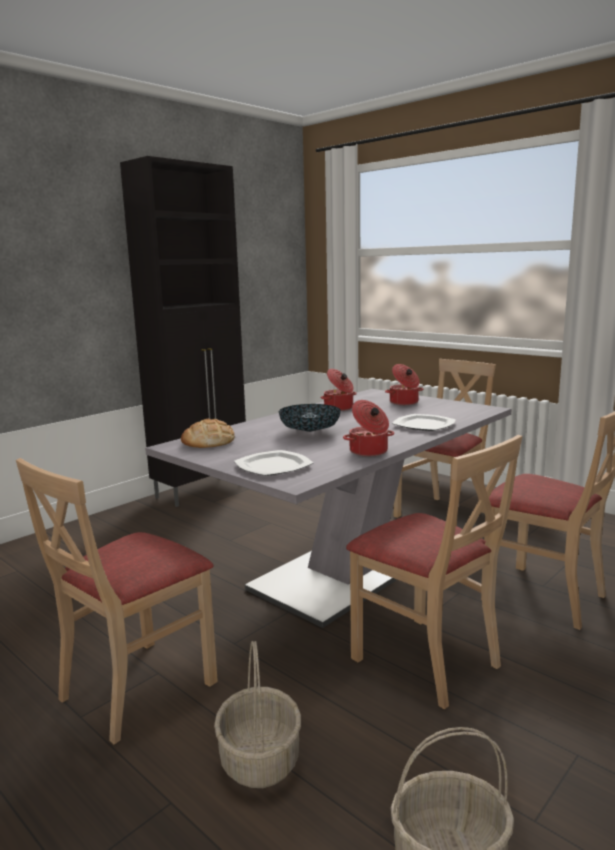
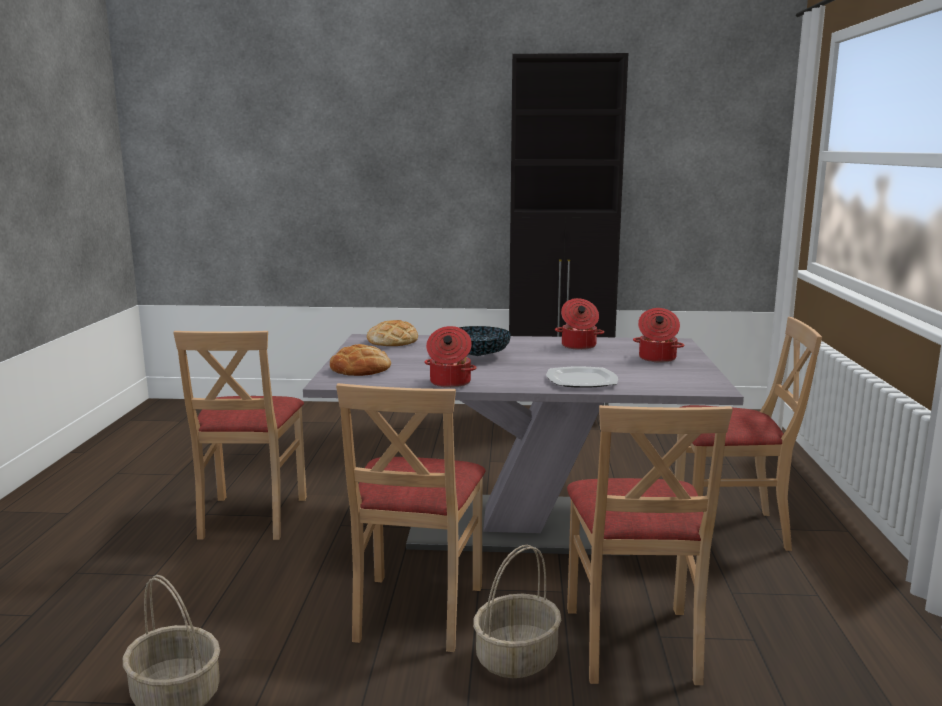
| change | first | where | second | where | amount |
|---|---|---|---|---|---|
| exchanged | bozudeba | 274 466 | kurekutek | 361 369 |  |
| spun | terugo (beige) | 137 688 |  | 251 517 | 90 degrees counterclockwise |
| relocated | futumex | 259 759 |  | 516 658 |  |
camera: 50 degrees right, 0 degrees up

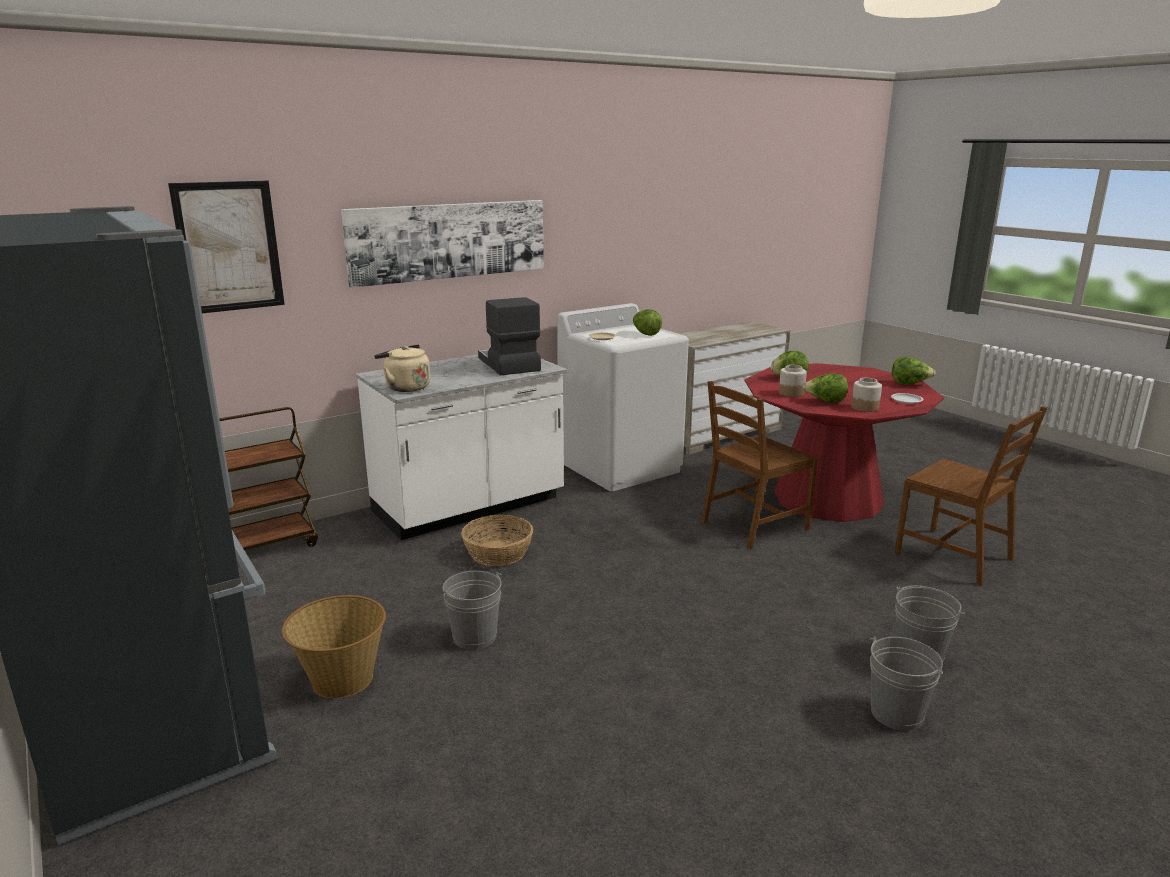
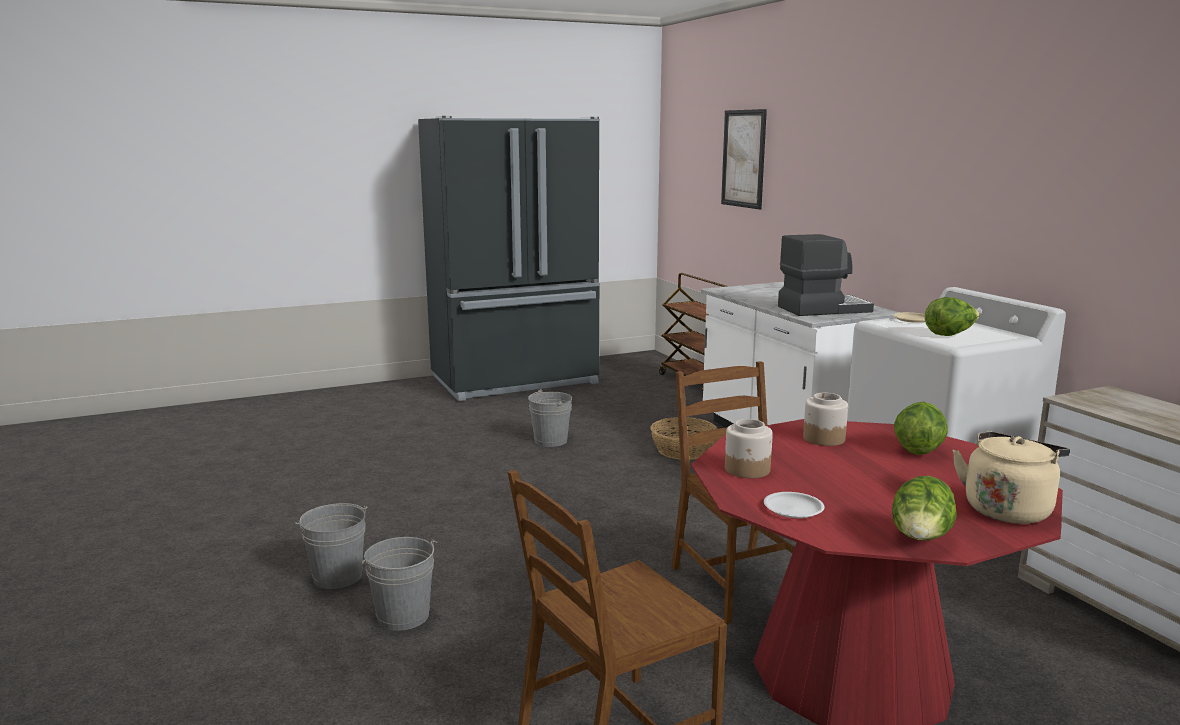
| change | first | where | second | where | amount |
|---|---|---|---|---|---|
| missing | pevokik | 449 241 |  |  |  |
| relocated | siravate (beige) | 405 387 |  | 1007 509 |  |
| missing | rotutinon | 825 401 |  |  |  |
| missing | futumex | 341 680 |  |  |  |
camera: 100 degrees right, 5 degrees down

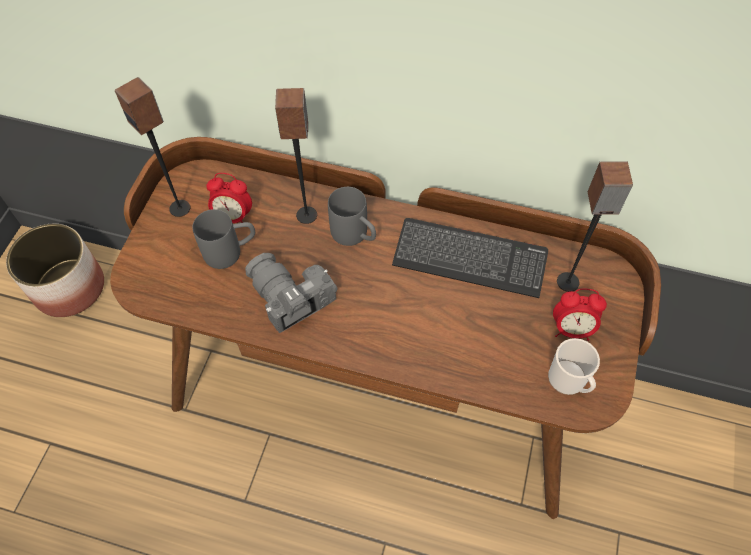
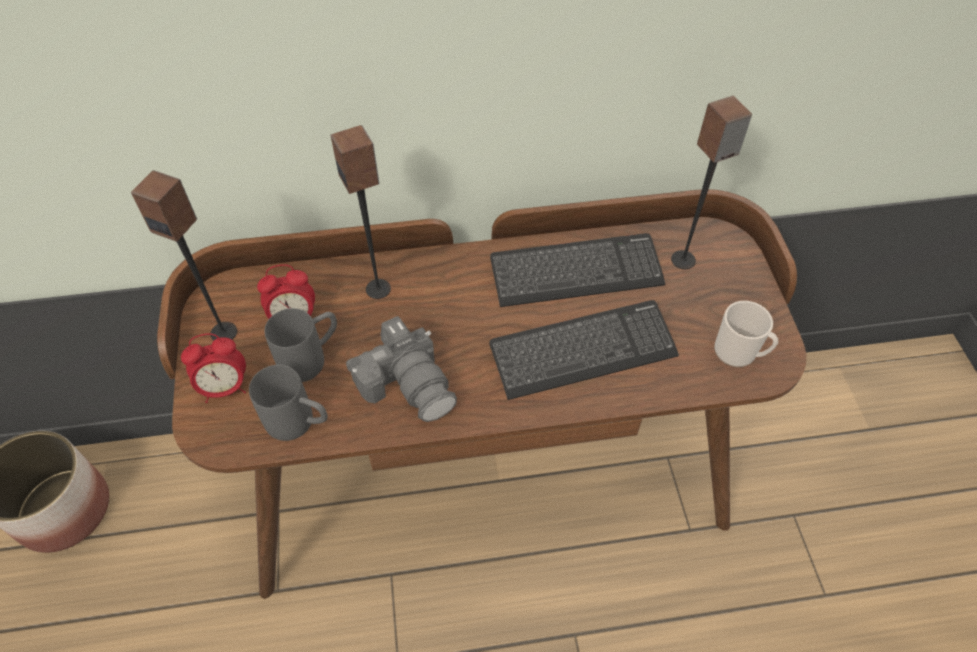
| change | first | where | second | where | amount |
|---|---|---|---|---|---|
| relocated | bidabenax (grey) | 355 236 |  | 299 423 |  |
| spun | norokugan | 290 300 |  | 408 383 | 150 degrees counterclockwise |
| relocated | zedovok | 571 329 |  | 225 388 |  |
| appeared |  |  | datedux | 583 351 |  |
camera: 25 degrees left, 5 degrees down

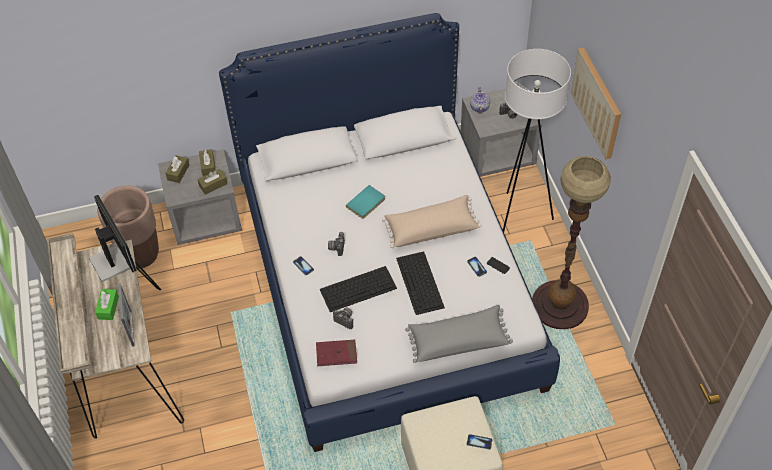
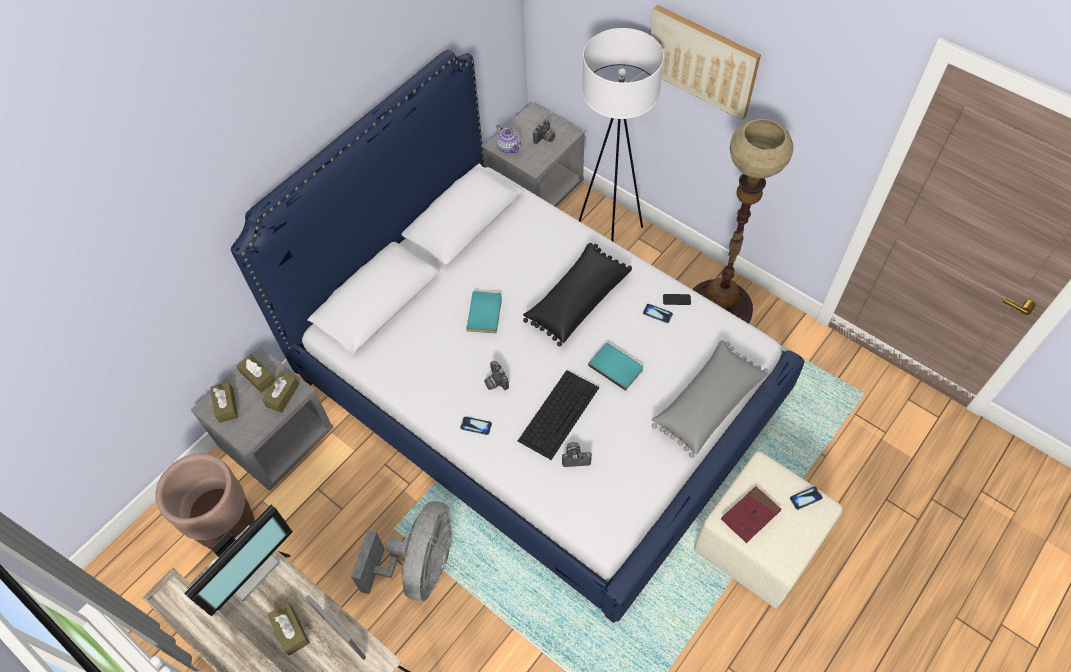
| change | first | where | second | where | amount |
|---|---|---|---|---|---|
| spun | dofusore | 112 261 |  | 247 568 | 105 degrees clockwise |
| colour | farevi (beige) | 431 228 | farevi (black) | 576 300 |  |
| exchanged | datedux | 420 283 | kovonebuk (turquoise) | 616 366 |  |
| colour | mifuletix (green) | 108 307 | mifuletix (brown) | 290 631 |  |
| relocated | kovonebuk (red) | 336 354 |  | 750 515 |  |
| appeared |  |  | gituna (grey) | 420 566 |  |
camera: 35 degrees left, 5 degrees up

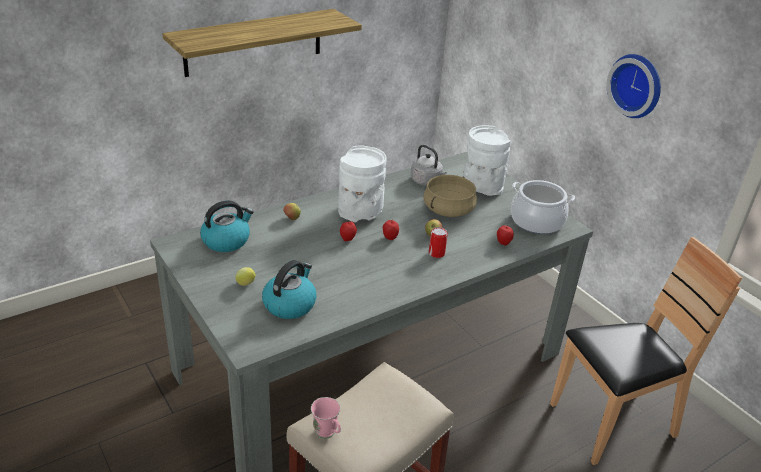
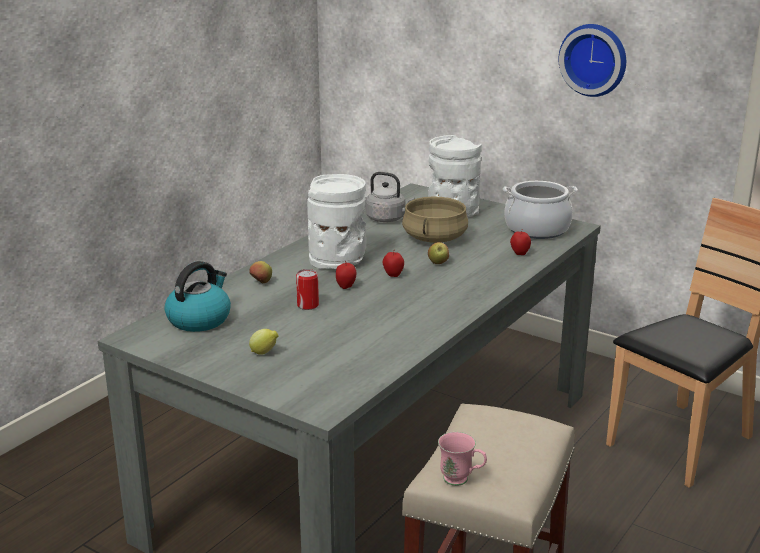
| change | first | where | second | where | amount |
|---|---|---|---|---|---|
| missing | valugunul | 254 42 |  |  |  |
| relocated | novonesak | 436 253 |  | 308 305 |  |
| missing | siravate | 290 304 |  |  |  |
camera: 20 degrees left, 10 degrees down

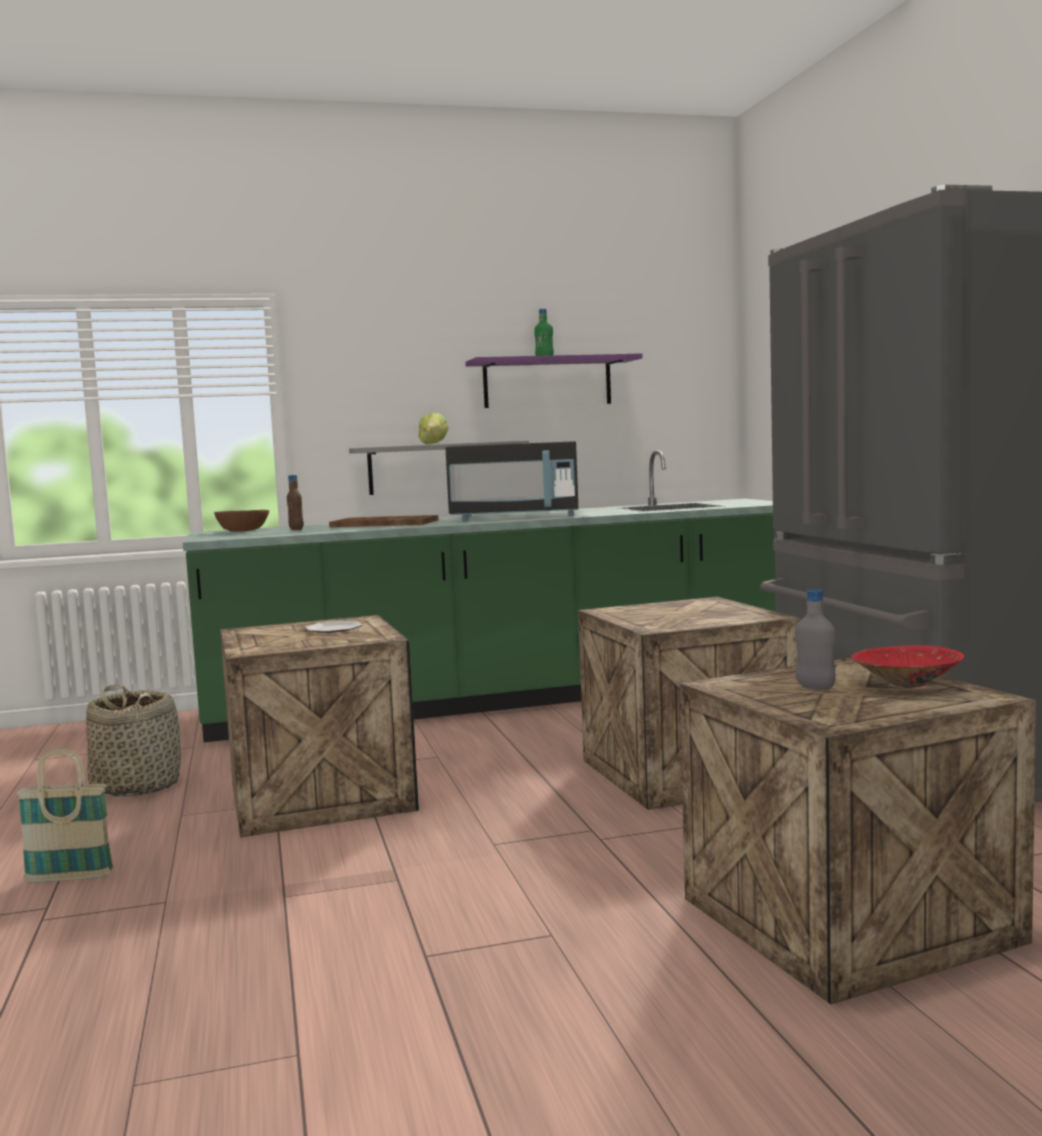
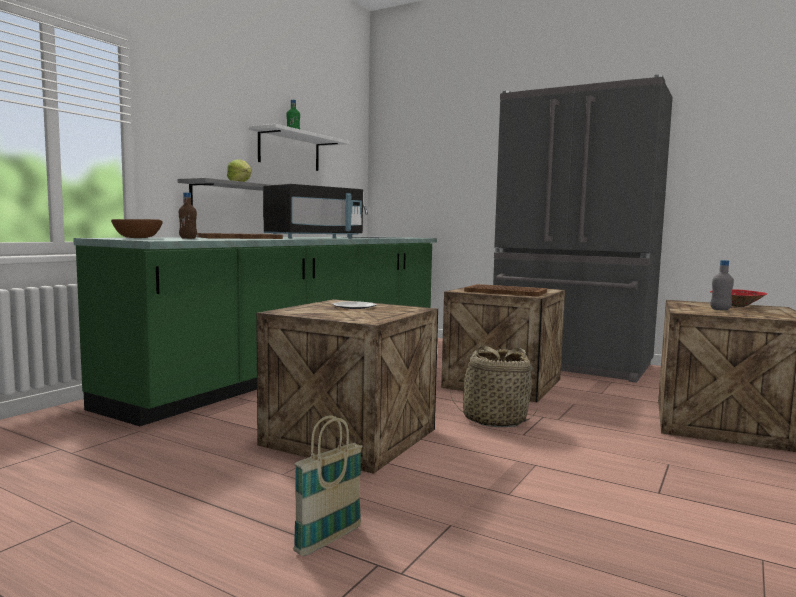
| change | first | where | second | where | amount |
|---|---|---|---|---|---|
| colour | valugunul (purple) | 547 382 | valugunul (white) | 289 151 |  |
| relocated | futumex | 137 786 |  | 494 420 |  |
| appeared |  |  | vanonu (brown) | 505 292 |  |
camera: 45 degrees left, 0 degrees up

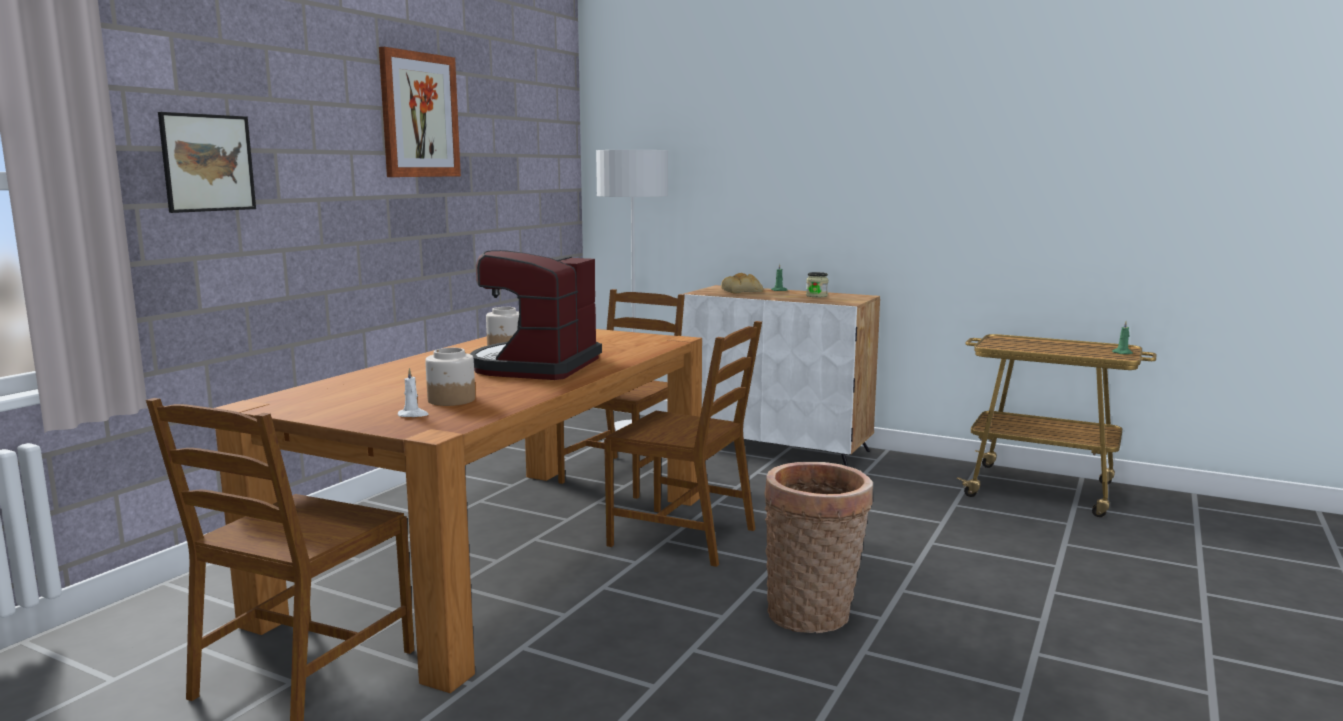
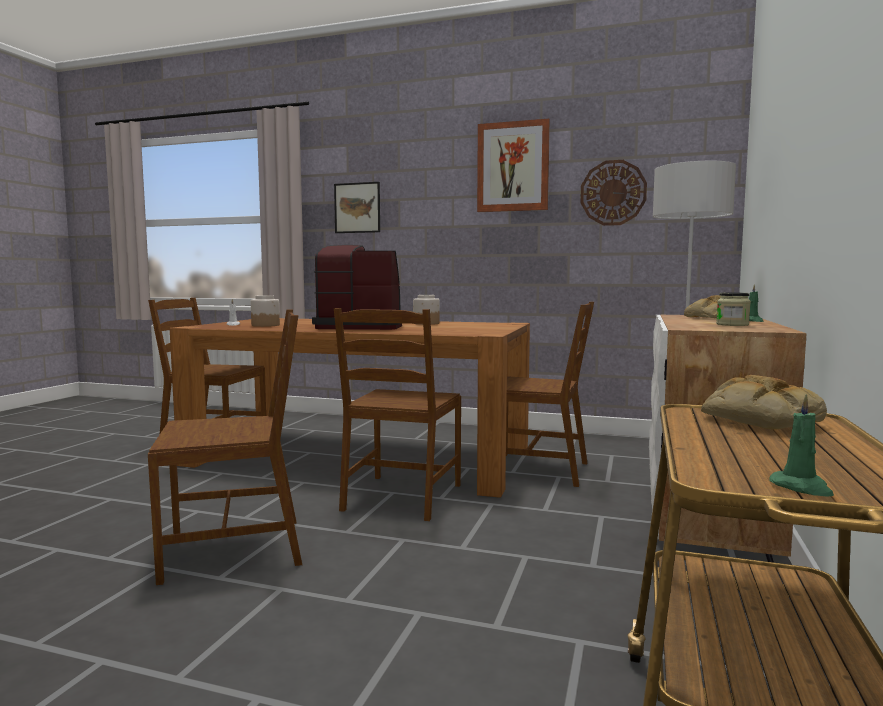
| change | first | where | second | where | amount |
|---|---|---|---|---|---|
| exchanged | futumex | 814 615 | terugo (brown) | 235 548 |  |
| appeared |  |  | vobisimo | 613 193 |  |
| appeared |  |  | kurekutek | 758 418 |  |
camera: 80 degrees right, 5 degrees down

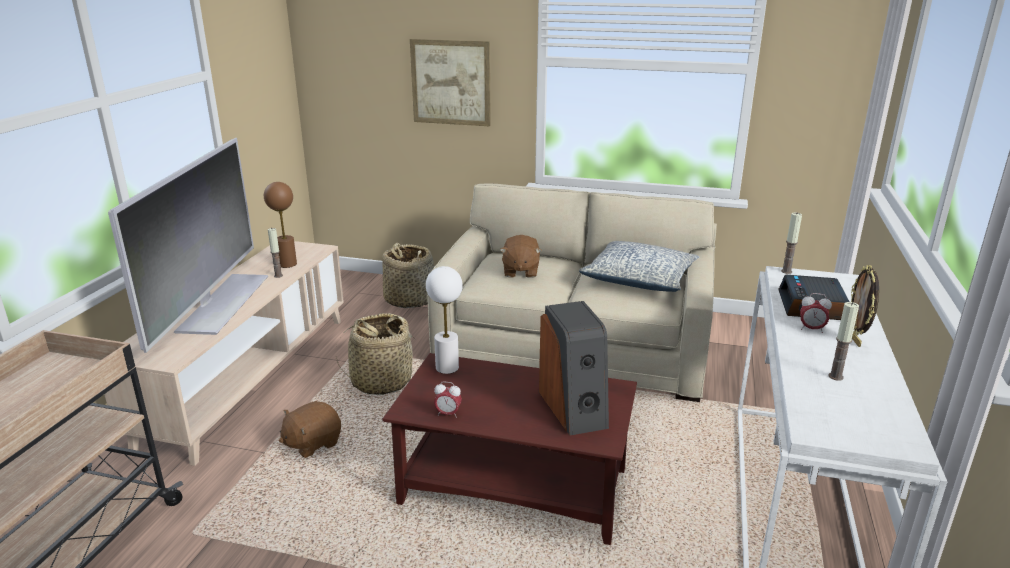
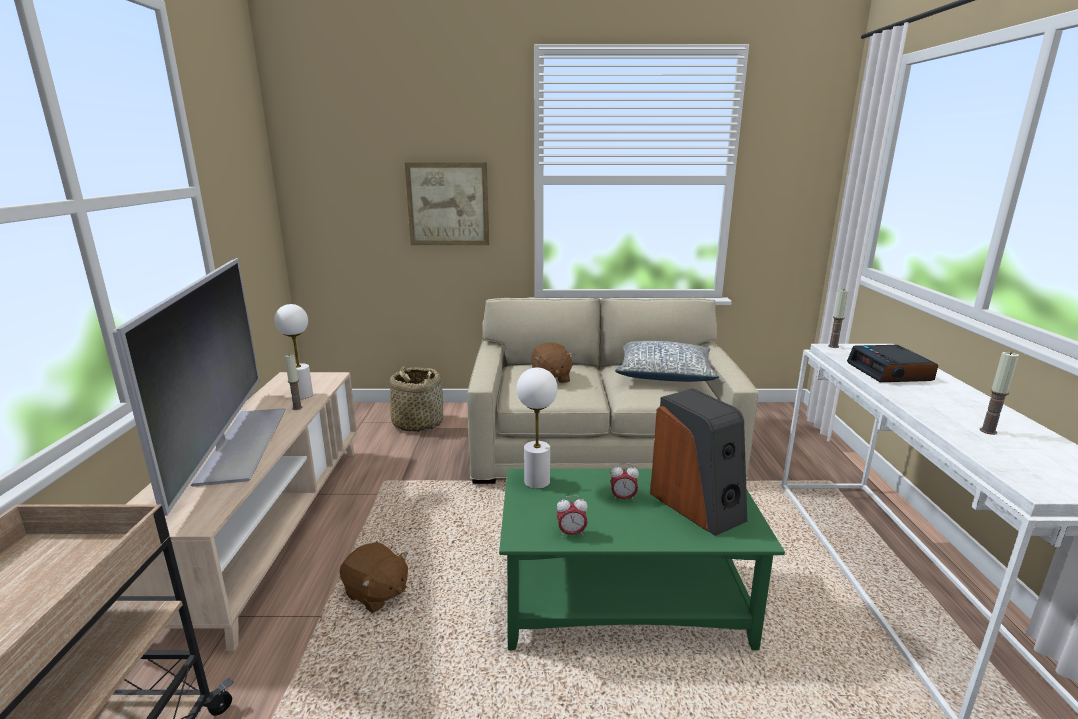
| change | first | where | second | where | amount |
|---|---|---|---|---|---|
| colour | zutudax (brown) | 287 264 | zutudax (white) | 302 395 |  |
| missing | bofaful | 855 340 |  |  |  |
| relocated | zedovok | 811 329 |  | 623 498 |  |
| missing | futumex | 381 381 |  |  |  |
| colour | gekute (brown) | 516 486 | gekute (green) | 626 602 |  |
| spun | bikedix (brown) | 312 443 |  | 376 594 | 90 degrees counterclockwise |
camera: 15 degrees left, 5 degrees down

